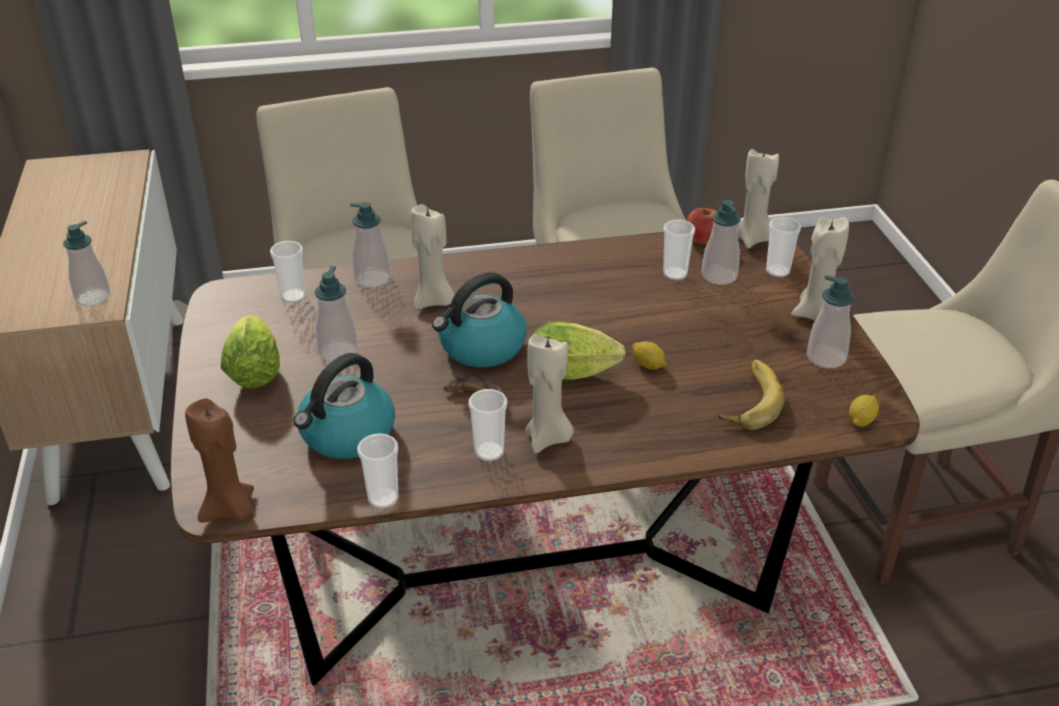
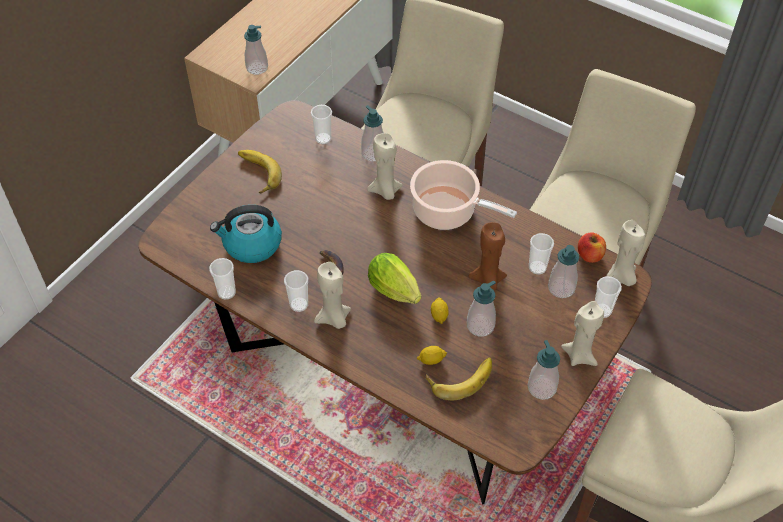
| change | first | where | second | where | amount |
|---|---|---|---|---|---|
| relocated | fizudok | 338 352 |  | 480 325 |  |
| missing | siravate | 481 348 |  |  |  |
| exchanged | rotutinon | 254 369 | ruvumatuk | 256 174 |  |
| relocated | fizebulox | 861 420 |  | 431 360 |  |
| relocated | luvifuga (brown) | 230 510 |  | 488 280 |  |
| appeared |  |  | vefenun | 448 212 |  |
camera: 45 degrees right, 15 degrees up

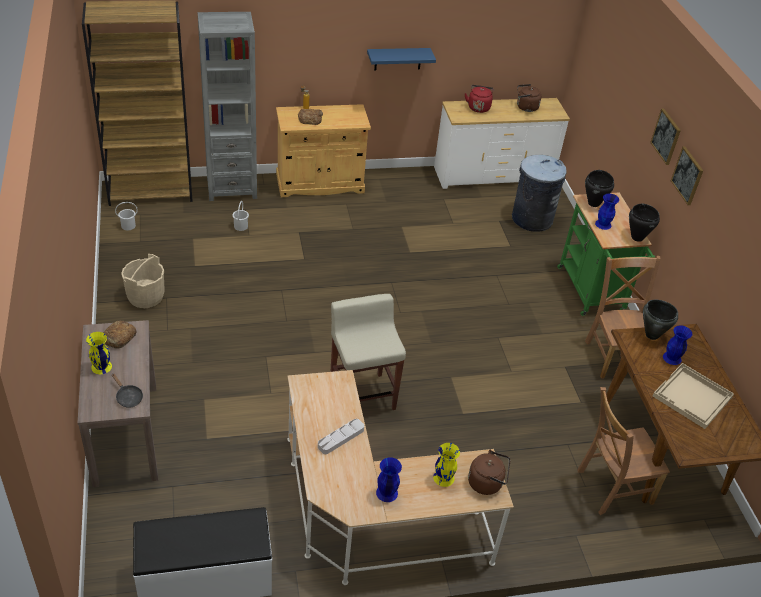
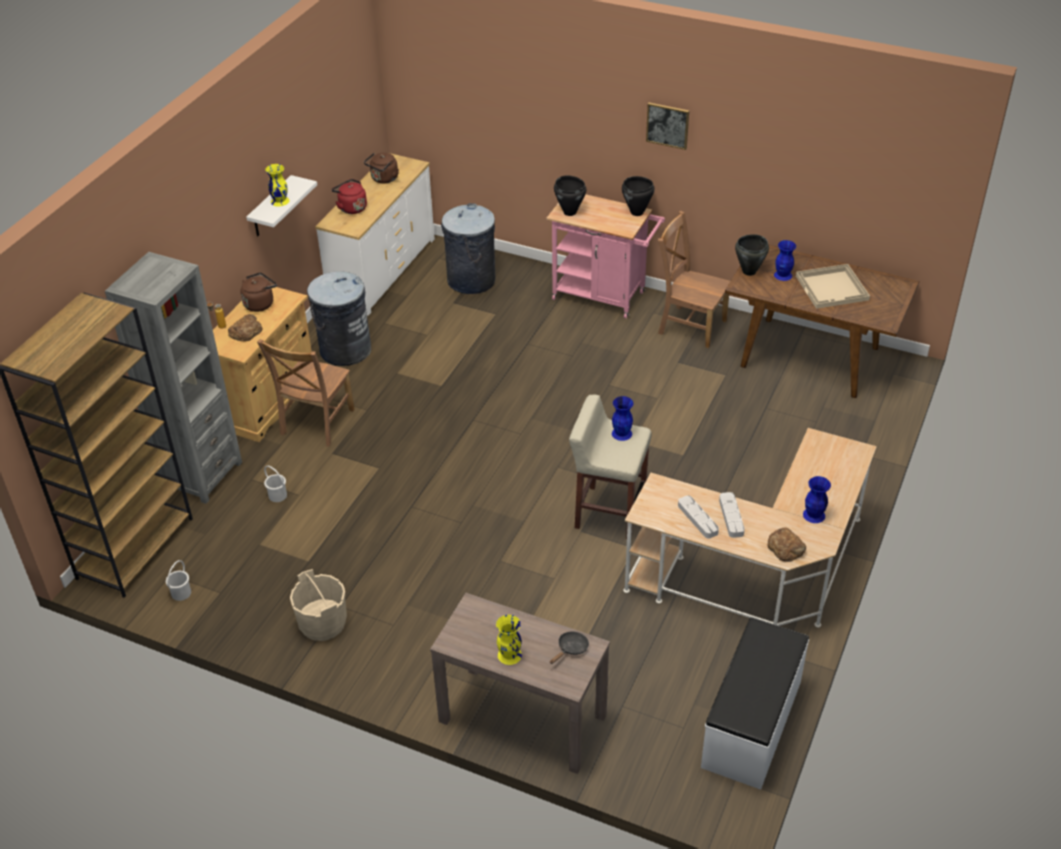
| change | first | where | second | where | amount |
|---|---|---|---|---|---|
| colour | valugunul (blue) | 398 59 | valugunul (white) | 271 208 |  |
| missing | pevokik | 666 136 |  |  |  |
| colour | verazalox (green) | 592 293 | verazalox (pink) | 604 297 |  |
| relocated | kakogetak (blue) | 603 224 |  | 622 433 |  |
| relocated | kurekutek | 119 337 |  | 786 547 |  |
| spun | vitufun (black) | 128 397 |  | 571 649 | 45 degrees counterclockwise |
| relocated | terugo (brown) | 611 487 |  | 316 424 |  |
| relocated | kakogetak (yellow) | 443 477 |  | 279 201 |  |
| relocated | siravate (brown) | 487 483 |  | 260 303 |  |
| appeared |  |  | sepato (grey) | 344 349 |  |
| appeared |  |  | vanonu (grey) | 697 519 |  |
camera: 50 degrees left, 0 degrees up

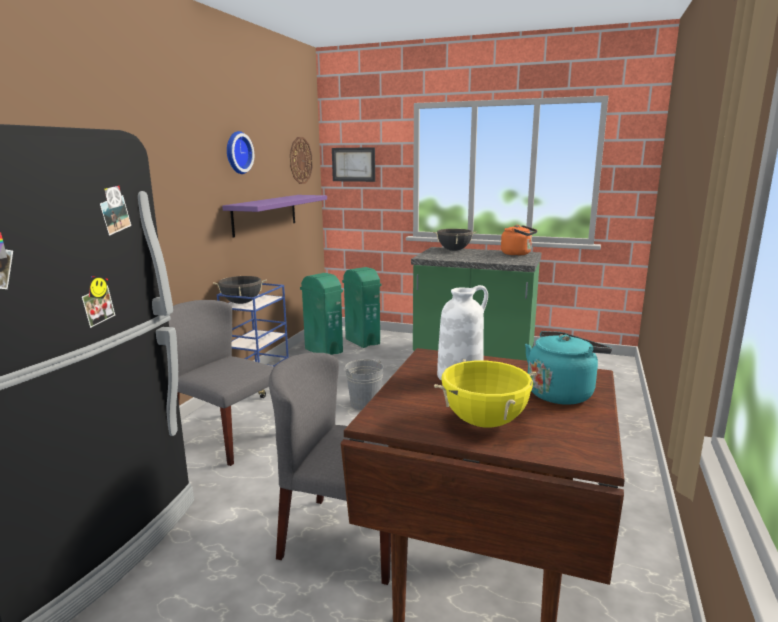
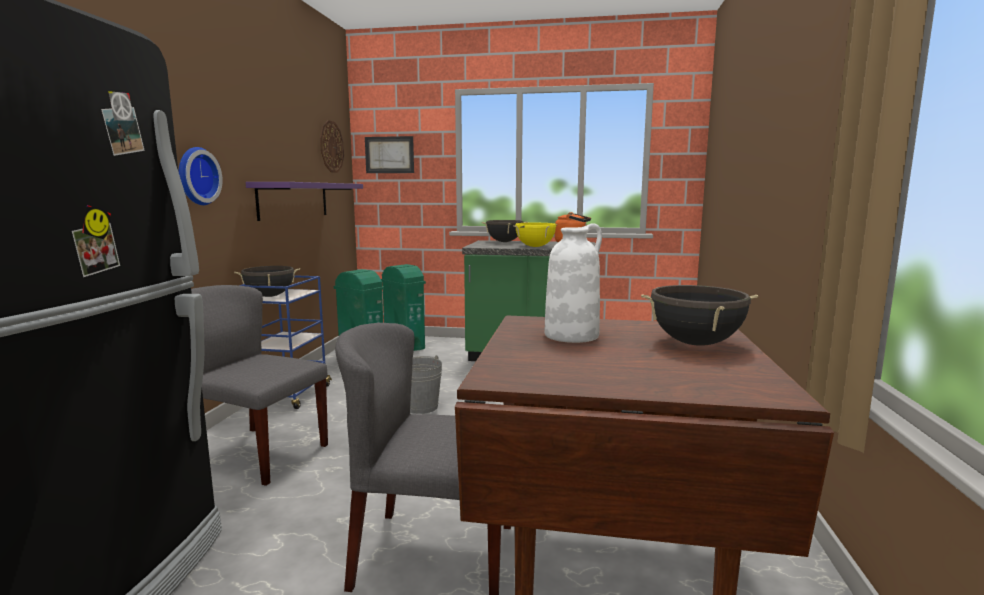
| change | first | where | second | where | amount |
|---|---|---|---|---|---|
| relocated | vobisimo | 237 152 |  | 195 176 |  |
| exchanged | siravate (turquoise) | 562 393 | vefenun (black) | 696 343 |  |
| relocated | vefenun (yellow) | 484 422 |  | 535 246 |  |
camera: 10 degrees left, 5 degrees down

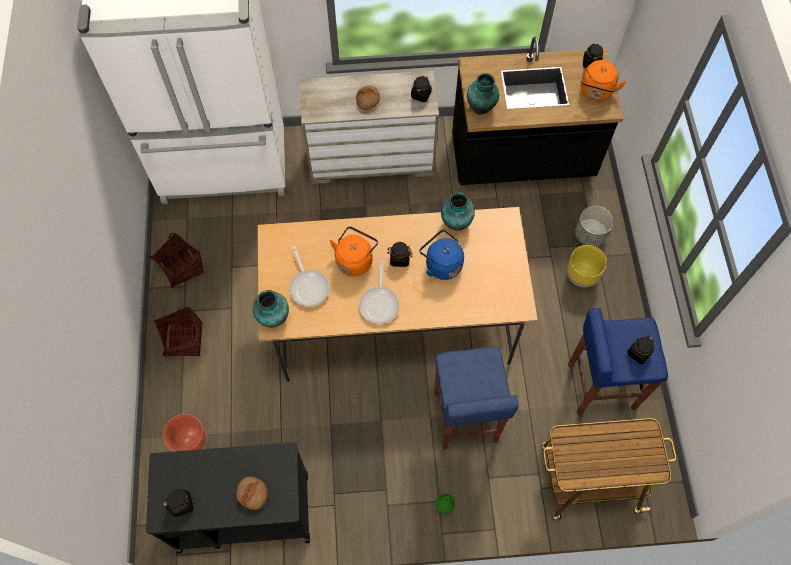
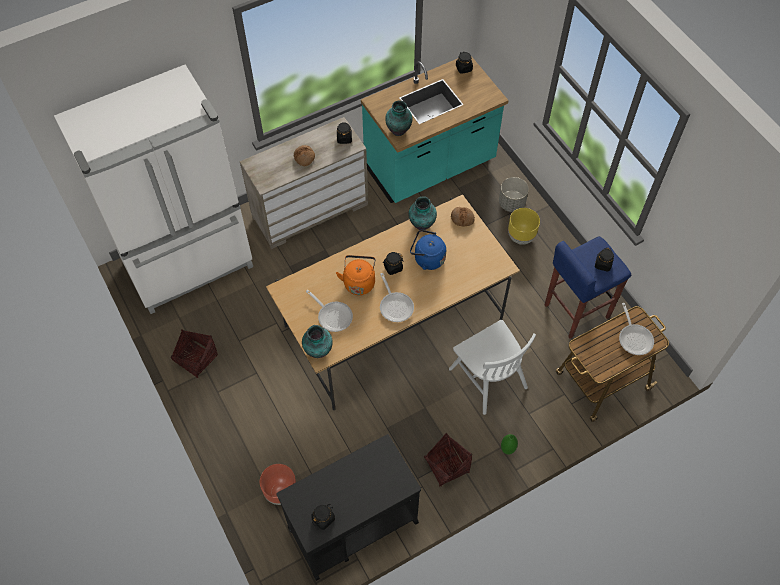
| change | first | where | second | where | amount |
|---|---|---|---|---|---|
| colour | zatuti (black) | 522 159 | zatuti (turquoise) | 430 166 |  |
| missing | siravate (orange) | 596 92 |  |  |  |
| relocated | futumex | 183 340 |  | 446 465 |  |
| exchanged | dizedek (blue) | 464 418 | terugo (white) | 488 377 |  |
| relocated | kurekutek | 252 493 |  | 462 218 |  |
| appeared |  |  | vitufun | 634 338 |  |
camera: 25 degrees left, 5 degrees down

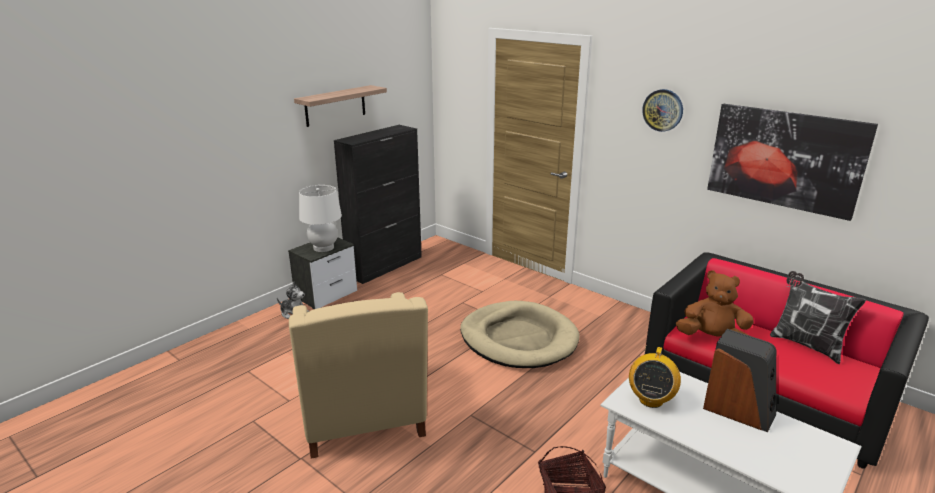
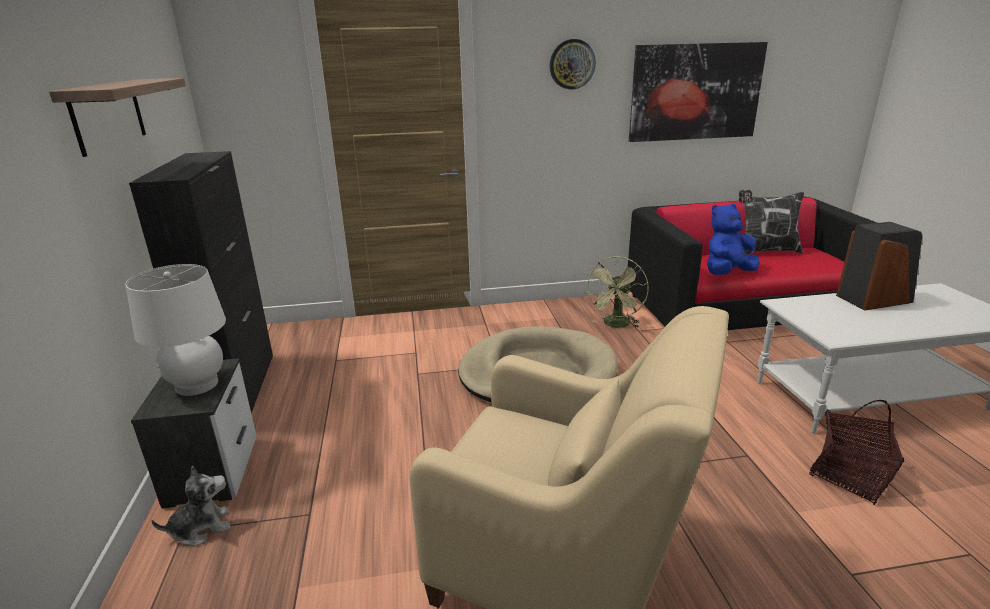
| change | first | where | second | where | amount |
|---|---|---|---|---|---|
| colour | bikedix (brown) | 712 339 | bikedix (blue) | 727 273 |  |
| missing | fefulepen | 651 399 |  |  |  |
| appeared |  |  | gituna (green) | 616 325 |  |
camera: 50 degrees left, 0 degrees up

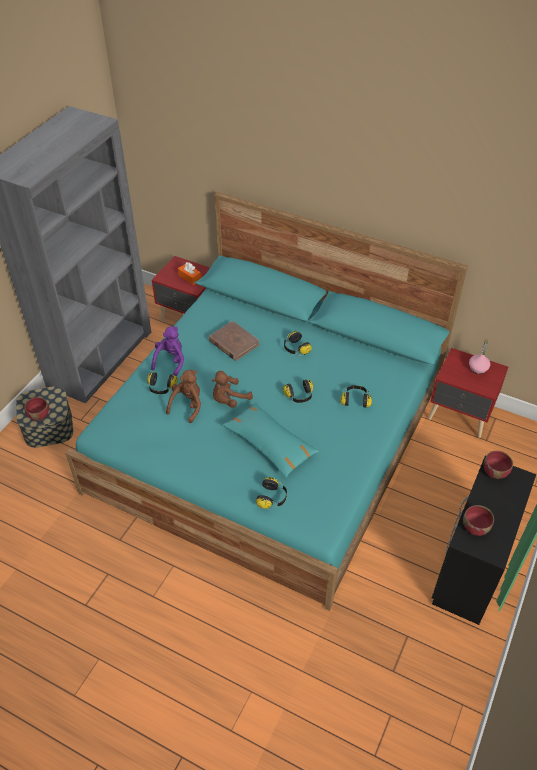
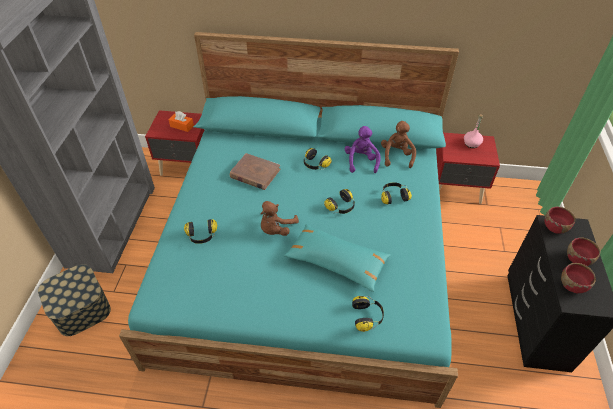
| change | first | where | second | where | amount |
|---|---|---|---|---|---|
| relocated | bikedix (purple) | 170 361 |  | 361 161 |  |
| relocated | bikedix (brown) | 187 405 |  | 396 156 |  |
| relocated | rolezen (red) | 39 415 |  | 577 259 |  |
camera: 20 degrees left, 0 degrees up

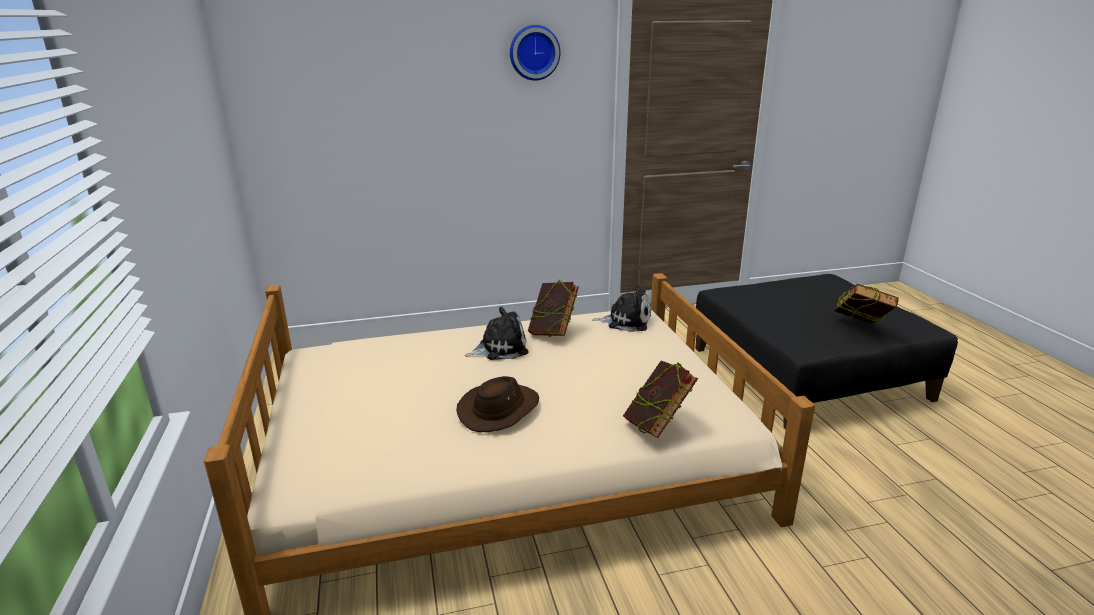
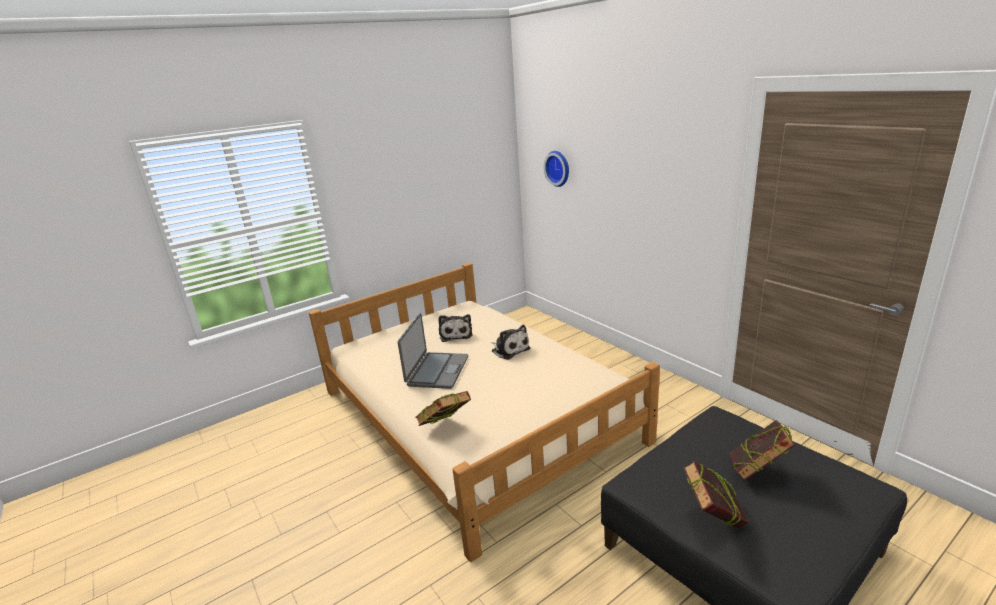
| change | first | where | second | where | amount |
|---|---|---|---|---|---|
| relocated | vobisimo | 534 52 |  | 558 168 |  |
| relocated | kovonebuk | 553 333 |  | 757 472 |  |
| relocated | bikedix | 626 321 |  | 455 334 |  |
| exchanged | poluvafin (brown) | 499 410 | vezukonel | 437 371 |  |
camera: 70 degrees right, 0 degrees up

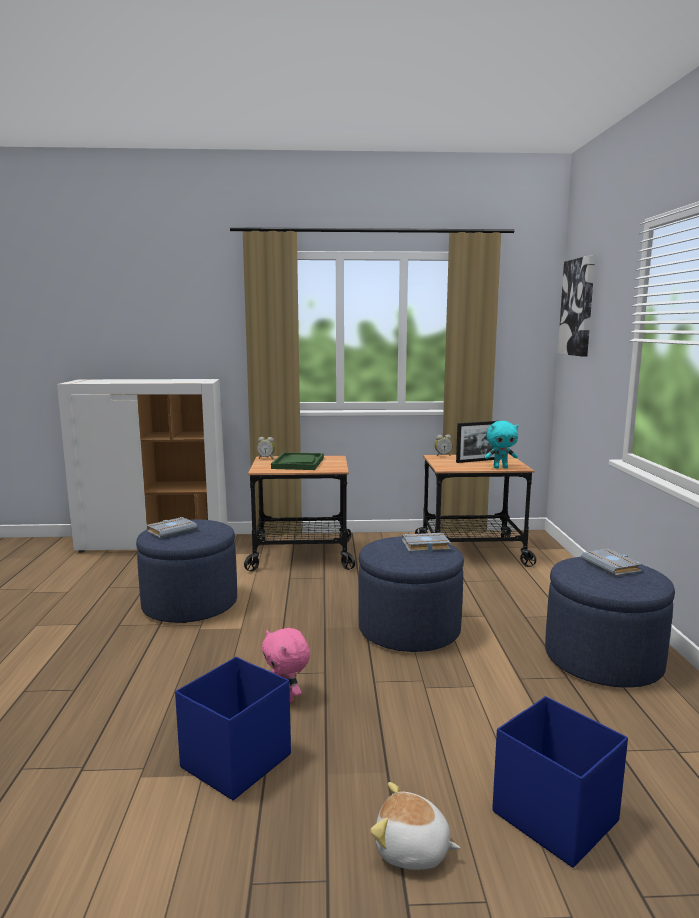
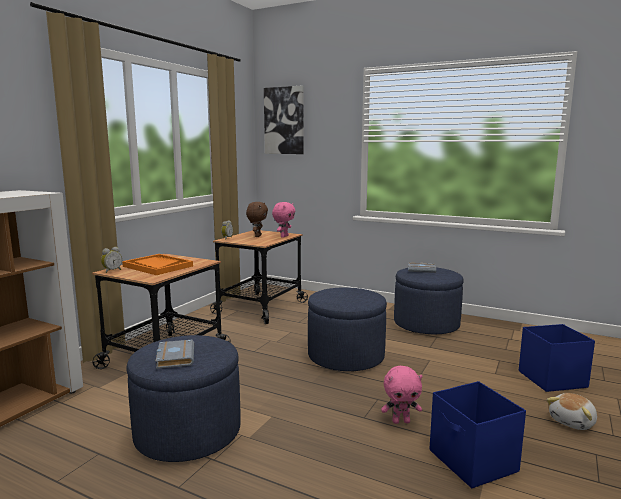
| change | first | where | second | where | amount |
|---|---|---|---|---|---|
| exchanged | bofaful | 477 460 | bikedix (brown) | 257 236 |  |
| colour | bikedix (turquoise) | 500 467 | bikedix (pink) | 284 236 |  |
| colour | vanonu (green) | 298 463 | vanonu (orange) | 157 266 |  |
| missing | kovonebuk (grey) | 425 546 |  |  |  |
camera: 60 degrees left, 0 degrees up

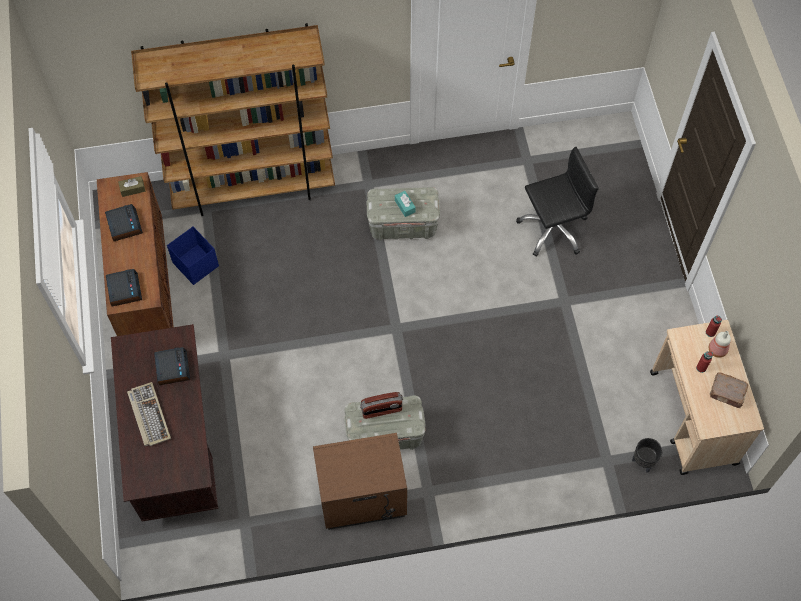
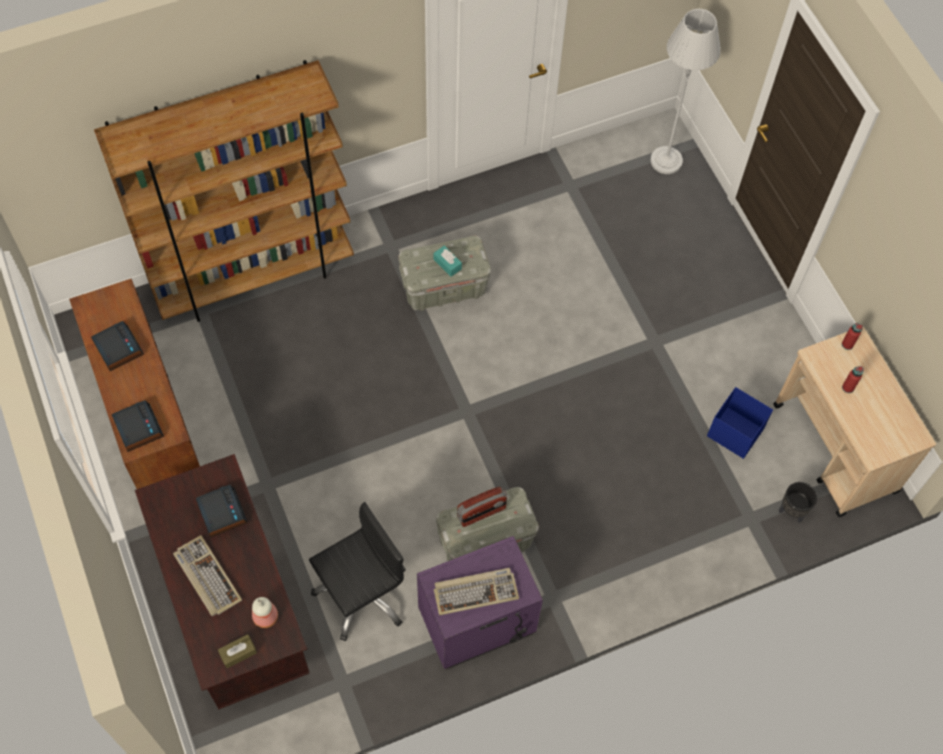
| change | first | where | second | where | amount |
|---|---|---|---|---|---|
| relocated | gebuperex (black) | 552 228 |  | 362 594 |  |
| relocated | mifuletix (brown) | 132 189 |  | 238 653 |  |
| relocated | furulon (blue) | 195 264 |  | 734 432 |  |
| relocated | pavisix | 718 350 |  | 266 617 |  |
| missing | kovonebuk (brown) | 727 393 |  |  |  |
| colour | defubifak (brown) | 362 498 | defubifak (purple) | 477 623 |  |
| appeared |  |  | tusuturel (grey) | 666 160 |  |
| appeared |  |  | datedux | 476 591 |  |
camera: 15 degrees left, 0 degrees up

